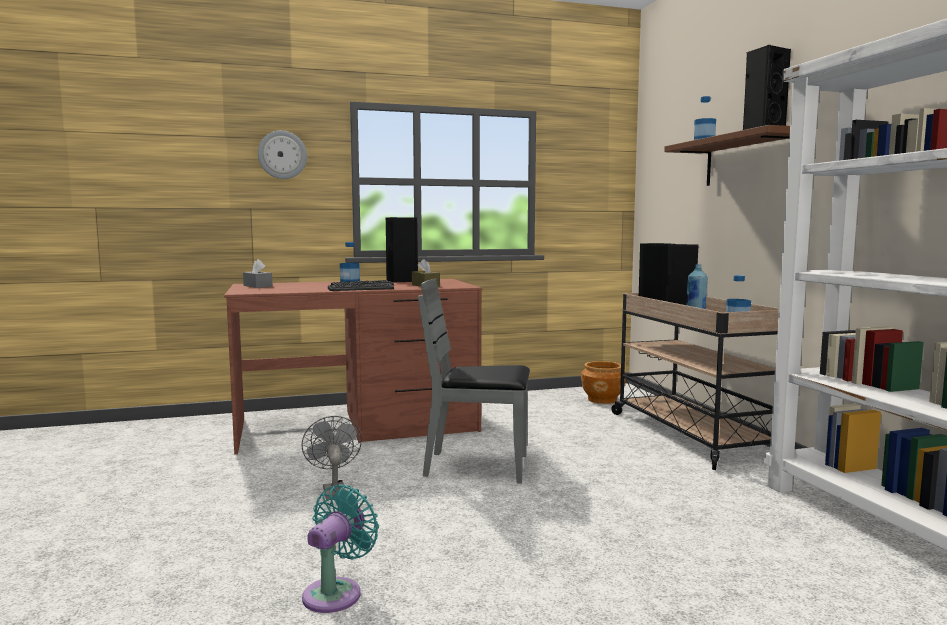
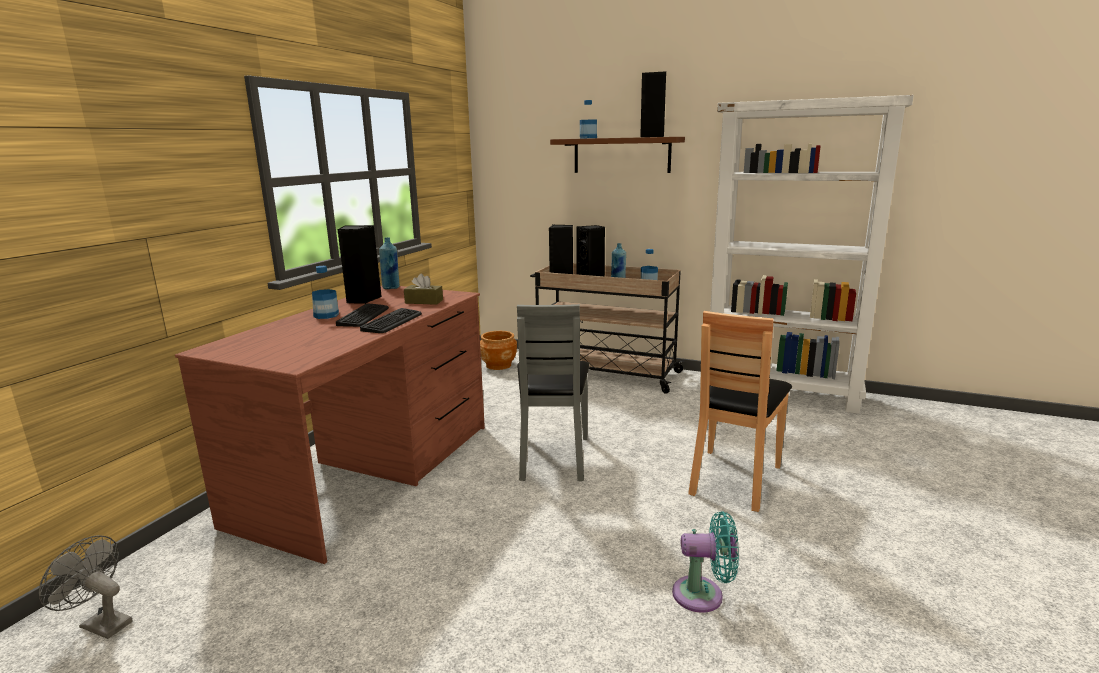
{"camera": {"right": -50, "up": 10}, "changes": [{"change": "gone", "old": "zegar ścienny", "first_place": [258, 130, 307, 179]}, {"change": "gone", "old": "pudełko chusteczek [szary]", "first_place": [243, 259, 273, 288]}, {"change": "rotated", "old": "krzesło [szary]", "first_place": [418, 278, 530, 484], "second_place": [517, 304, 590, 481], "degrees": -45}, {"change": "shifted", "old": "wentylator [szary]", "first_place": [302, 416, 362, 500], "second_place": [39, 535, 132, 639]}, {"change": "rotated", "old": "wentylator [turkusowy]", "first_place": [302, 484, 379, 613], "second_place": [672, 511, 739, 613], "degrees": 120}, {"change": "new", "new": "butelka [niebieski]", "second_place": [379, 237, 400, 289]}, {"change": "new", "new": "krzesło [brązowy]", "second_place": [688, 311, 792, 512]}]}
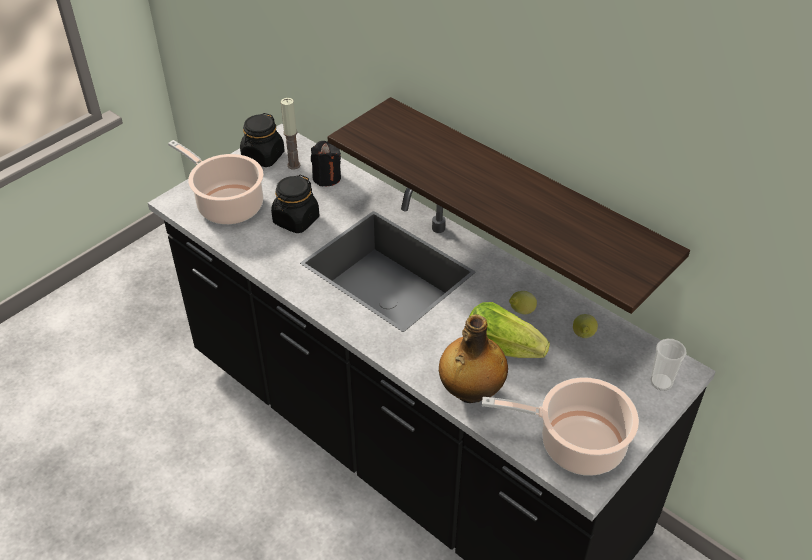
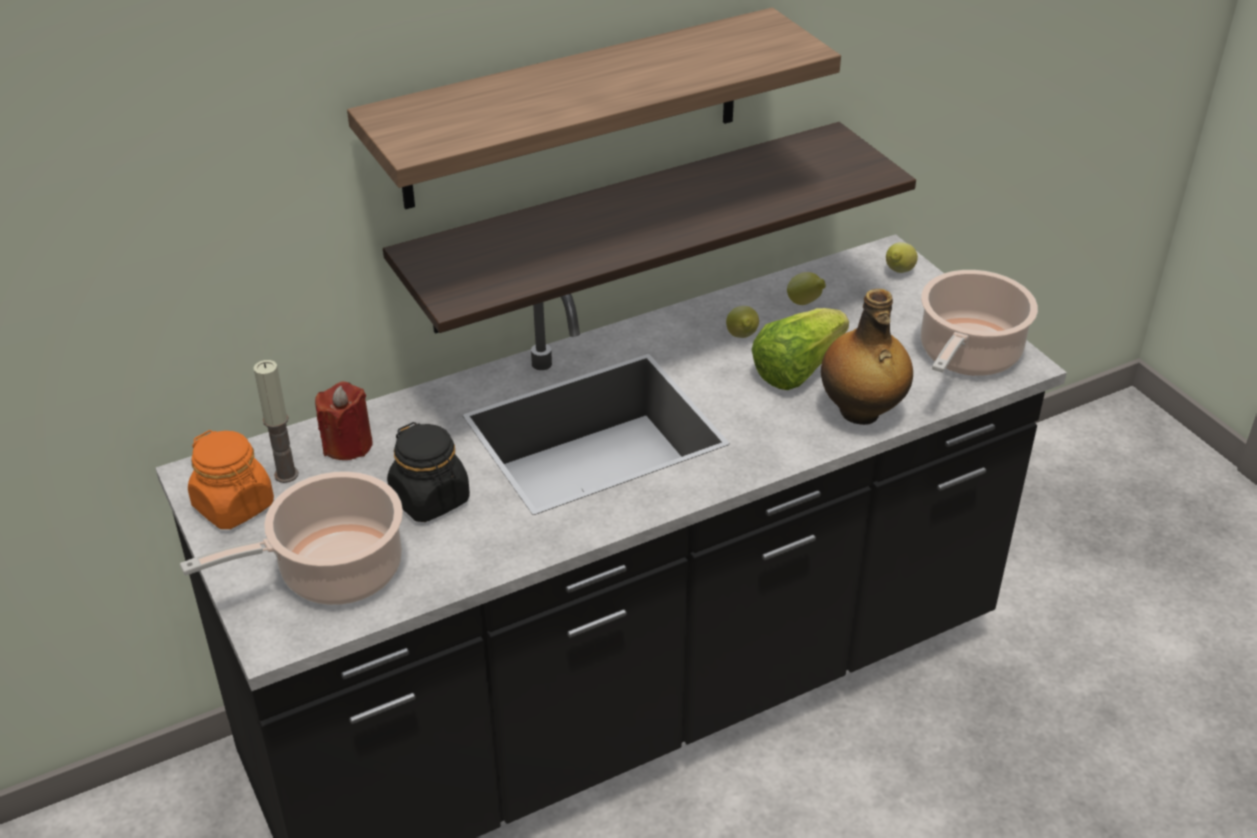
{"camera": {"right": -70, "up": -5}, "changes": [{"change": "repainted", "old": "słoik [czarny]", "new": "słoik [pomarańczowy]", "first_place": [240, 113, 285, 167], "second_place": [188, 430, 274, 529]}, {"change": "repainted", "old": "świeca [czarny]", "new": "świeca [czerwony]", "first_place": [311, 141, 341, 186], "second_place": [315, 382, 373, 460]}, {"change": "swapped", "old": "filiżanka", "new": "cytryna", "first_place": [650, 339, 686, 391], "second_place": [886, 242, 918, 273]}, {"change": "new", "new": "półka", "second_place": [347, 8, 841, 209]}]}
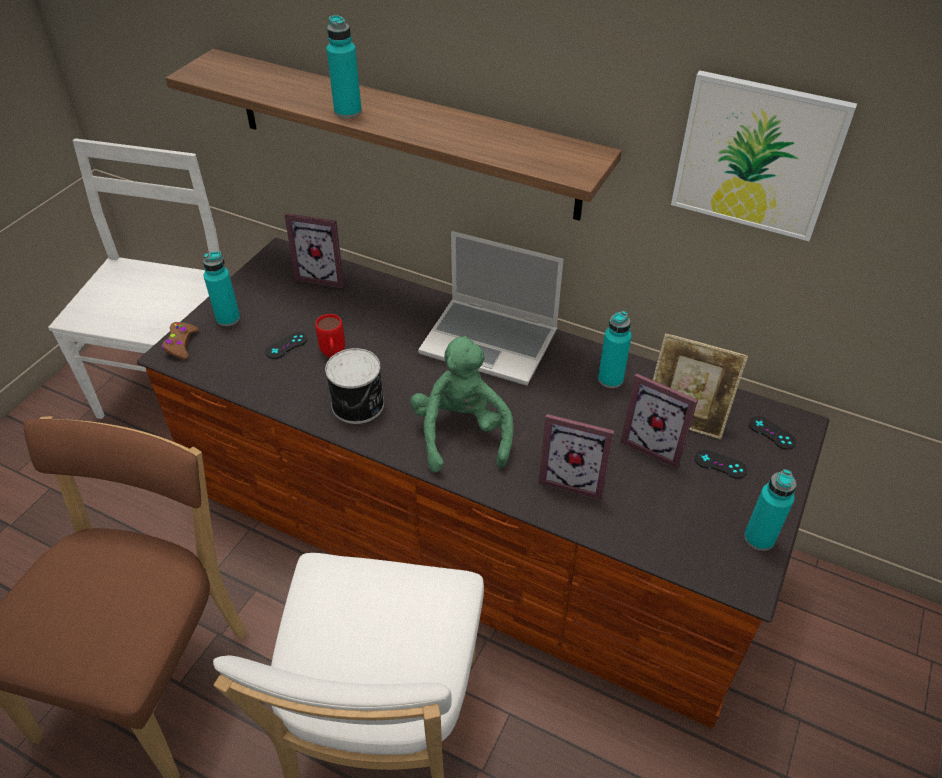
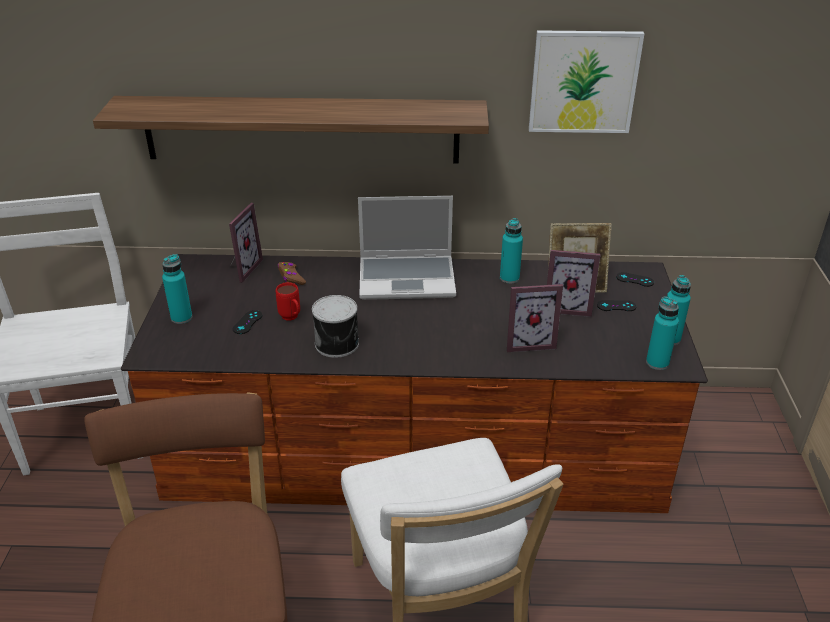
{"camera": {"right": -25, "up": -10}, "changes": [{"change": "shifted", "old": "butelka [turkusowy]", "first_place": [326, 15, 362, 118], "second_place": [646, 296, 679, 370]}, {"change": "rotated", "old": "ramka na zdjęcie", "first_place": [284, 213, 344, 288], "second_place": [229, 203, 263, 283], "degrees": -60}, {"change": "shifted", "old": "pad do gier [brązowy]", "first_place": [162, 322, 198, 360], "second_place": [278, 262, 306, 285]}, {"change": "gone", "old": "pluszak [zielony]", "first_place": [410, 336, 514, 472]}]}
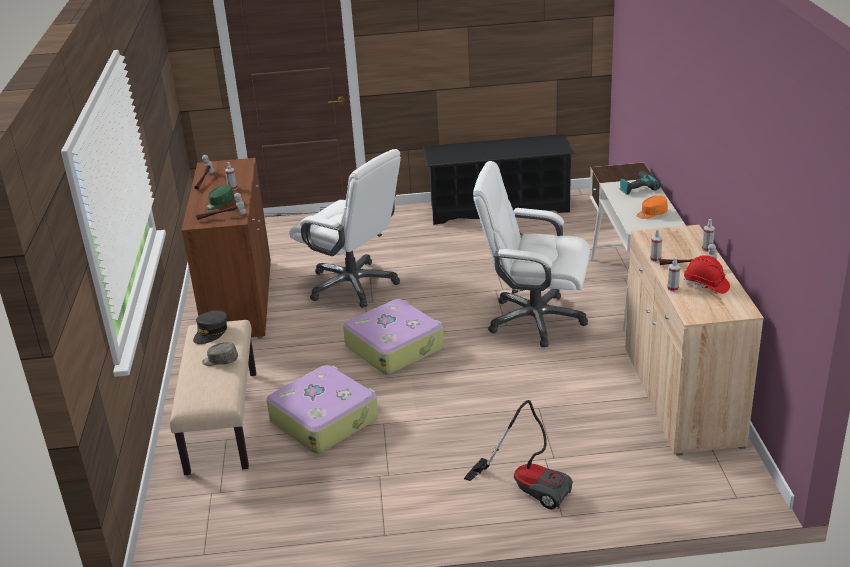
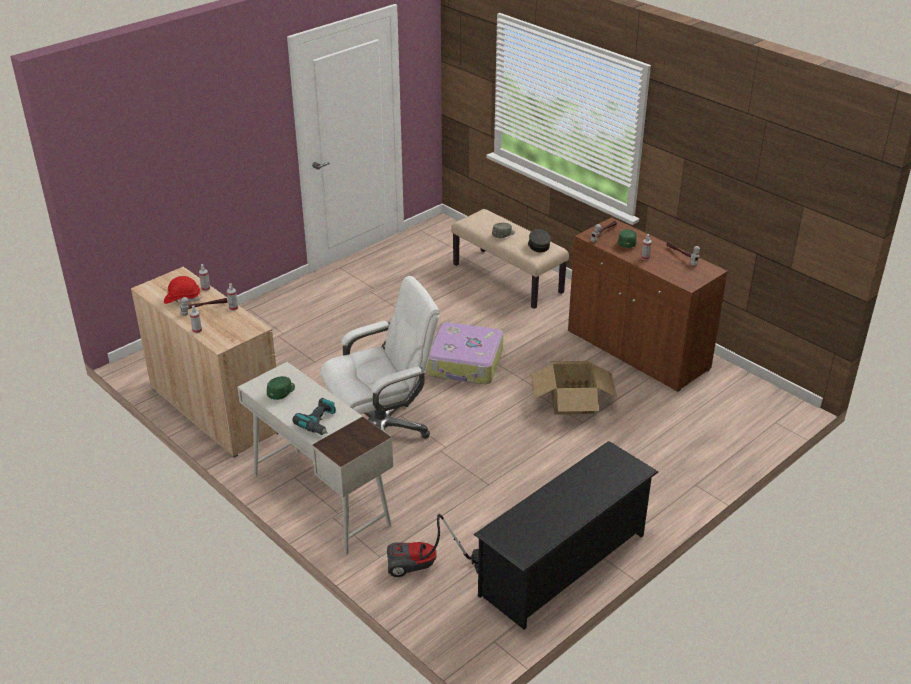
{"camera": {"right": 140, "up": 5}, "changes": [{"change": "swapped", "old": "krzesło biurowe [biały]", "new": "karton", "first_place": [289, 149, 401, 308], "second_place": [531, 361, 617, 415]}, {"change": "repainted", "old": "czapka z daszkiem [pomarańczowy]", "new": "czapka z daszkiem [zielony]", "first_place": [637, 195, 668, 219], "second_place": [267, 376, 295, 400]}, {"change": "gone", "old": "walizka", "first_place": [266, 365, 378, 453]}, {"change": "shifted", "old": "odkurzacz", "first_place": [464, 400, 573, 509], "second_place": [387, 514, 479, 577]}]}
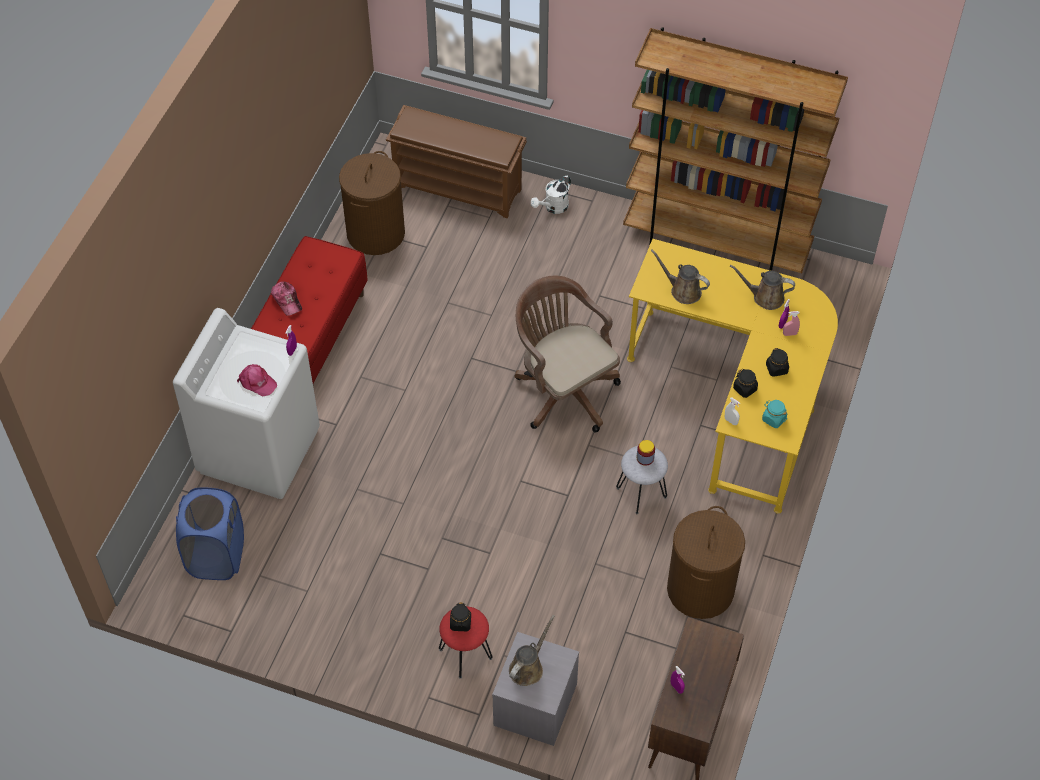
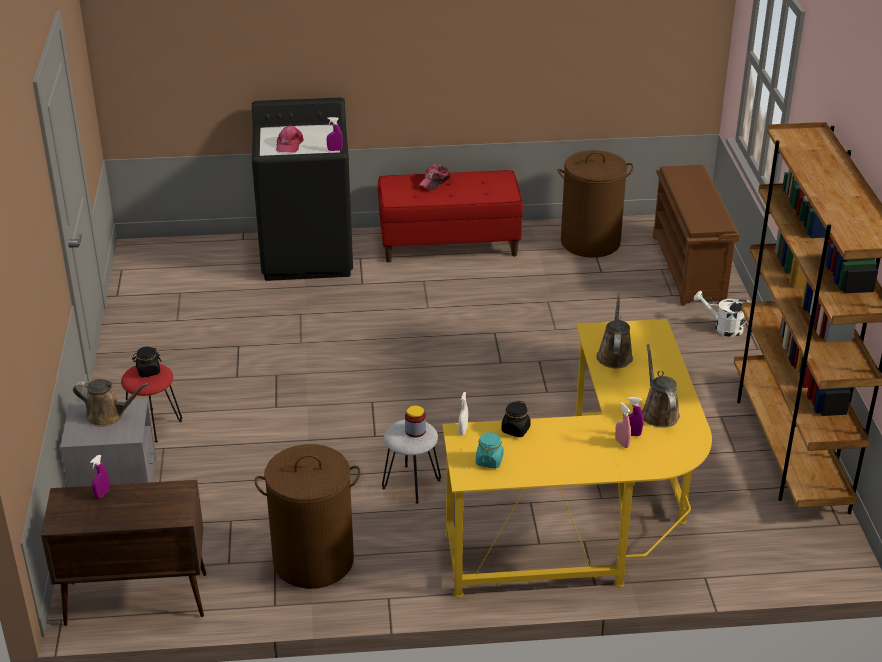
{"camera": {"right": 65, "up": -20}, "changes": [{"change": "gone", "old": "krzesło biurowe [brązowy]", "first_place": [515, 275, 621, 432]}, {"change": "repainted", "old": "pralka [biały]", "new": "pralka [czarny]", "first_place": [173, 308, 320, 499], "second_place": [252, 98, 353, 281]}, {"change": "gone", "old": "słoik [czarny]", "first_place": [766, 348, 789, 377]}, {"change": "gone", "old": "kosz na pranie [niebieski]", "first_place": [176, 487, 244, 580]}]}
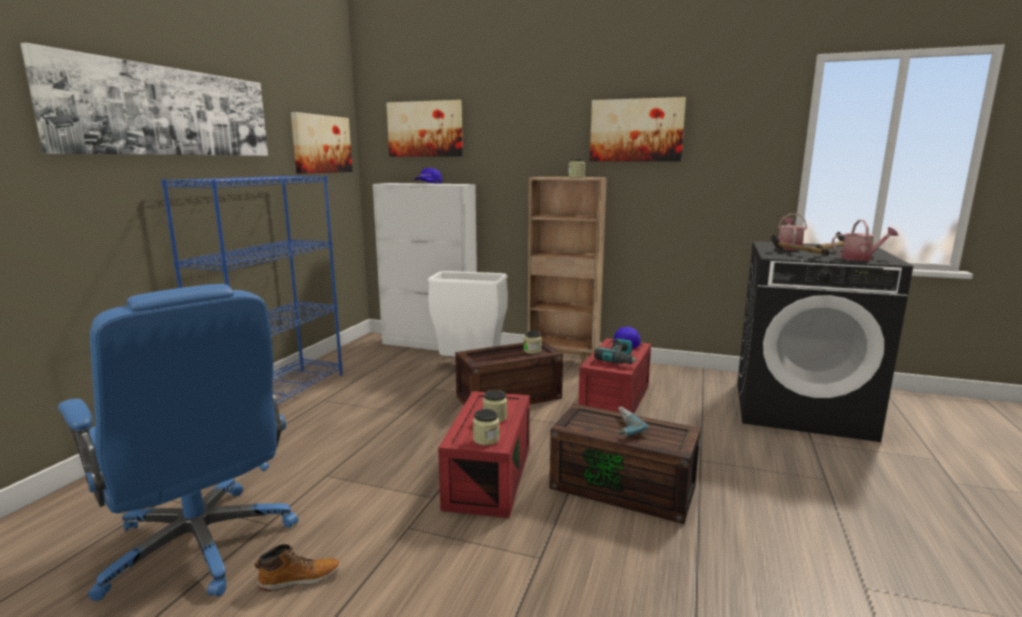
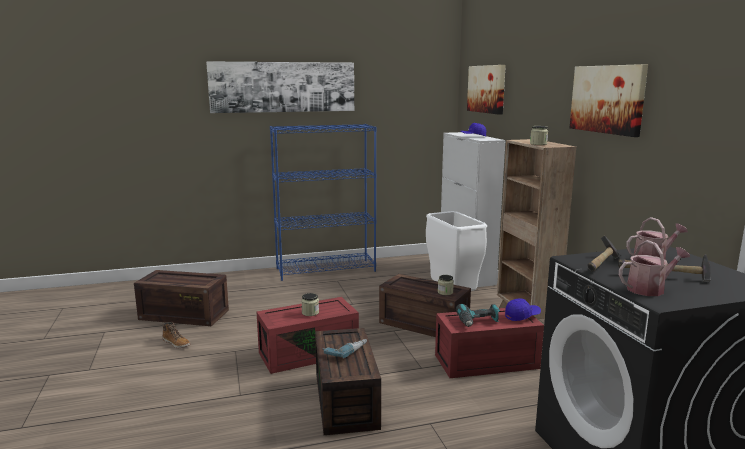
{"camera": {"right": 55, "up": 0}, "changes": [{"change": "gone", "old": "obraz", "first_place": [291, 112, 352, 174]}, {"change": "rotated", "old": "konewka", "first_place": [832, 220, 898, 261], "second_place": [619, 240, 690, 296], "degrees": -75}, {"change": "swapped", "old": "krzesło biurowe [niebieski]", "new": "skrzynka", "first_place": [58, 284, 298, 601], "second_place": [134, 270, 229, 326]}, {"change": "gone", "old": "słoik", "first_place": [473, 409, 499, 445]}]}
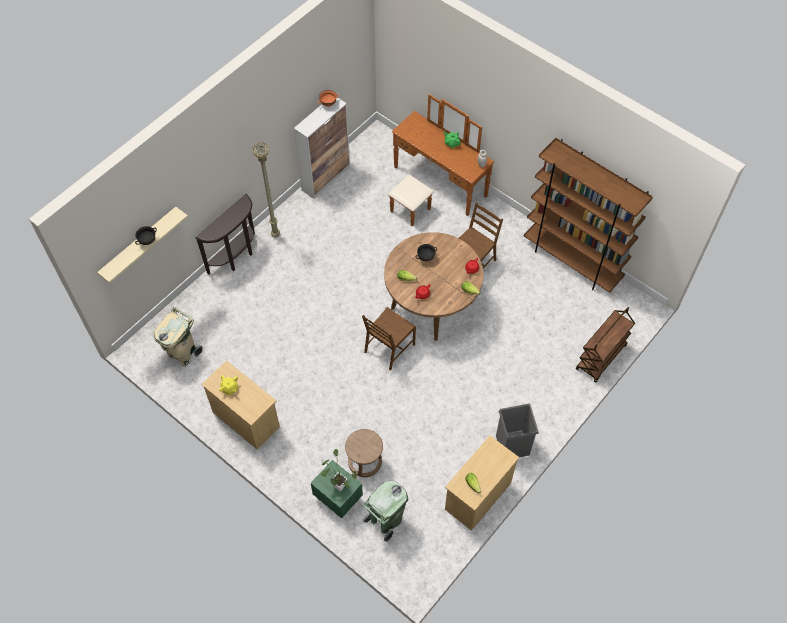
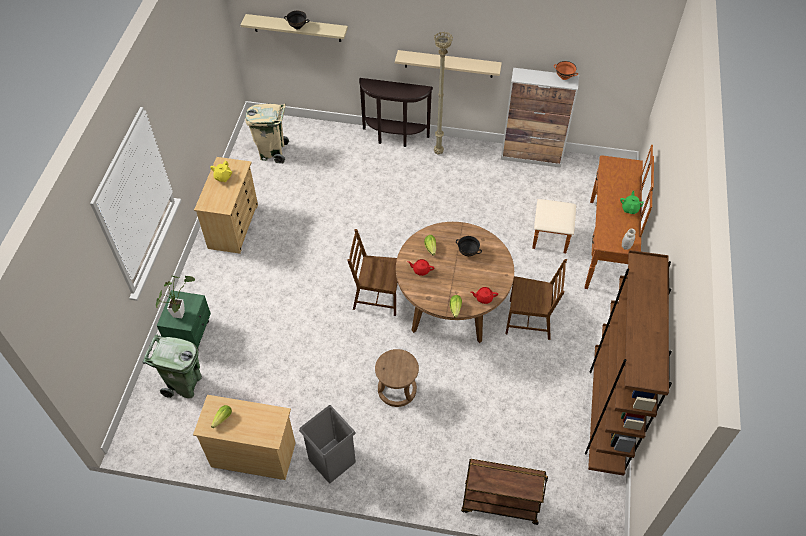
{"camera": {"right": 60, "up": -5}, "changes": [{"change": "shifted", "old": "stołek [brązowy]", "first_place": [345, 429, 383, 477], "second_place": [375, 349, 419, 407]}, {"change": "new", "new": "półka [beżowy]", "second_place": [395, 50, 502, 78]}]}
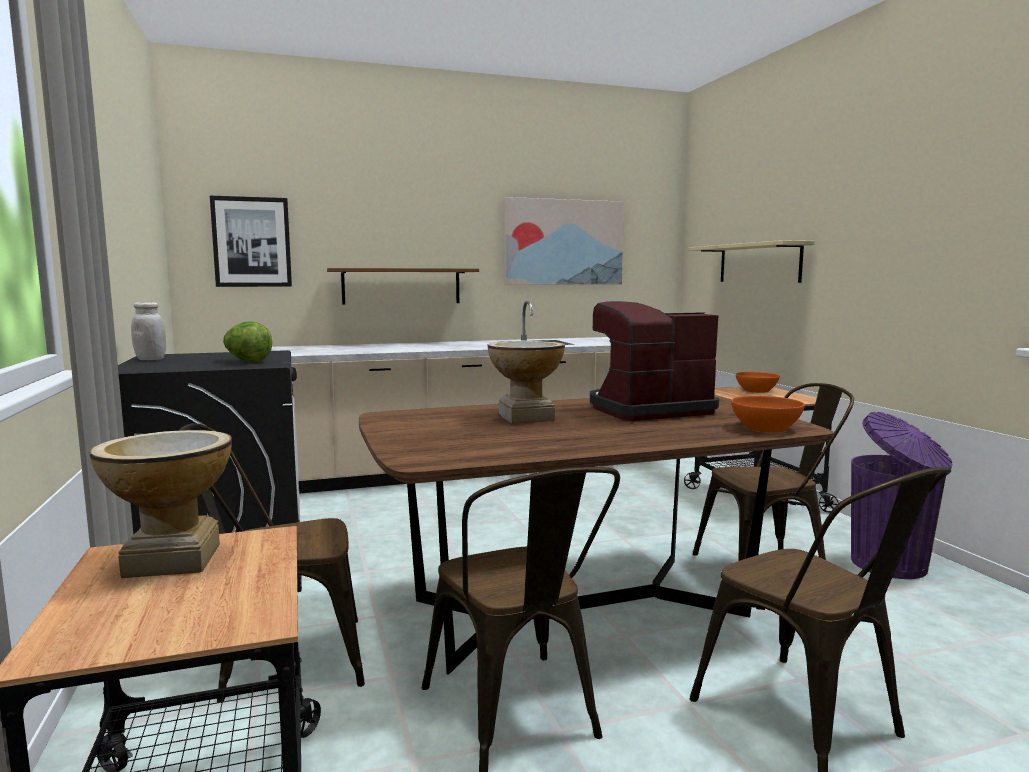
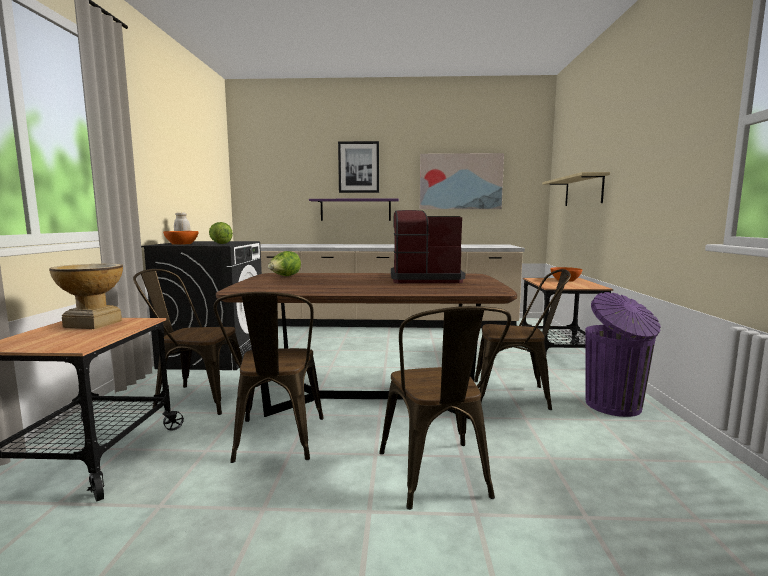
{"camera": {"right": 20, "up": 0}, "changes": [{"change": "shifted", "old": "obraz", "first_place": [210, 196, 292, 287], "second_place": [338, 141, 379, 193]}, {"change": "repainted", "old": "półka [brązowy]", "new": "półka [fioletowy]", "first_place": [327, 268, 479, 305], "second_place": [309, 199, 399, 221]}, {"change": "gone", "old": "wazon", "first_place": [488, 341, 565, 424]}, {"change": "shifted", "old": "miska [pomarańczowy]", "first_place": [731, 396, 805, 433], "second_place": [163, 231, 198, 245]}, {"change": "new", "new": "sałata", "second_place": [268, 251, 301, 276]}]}
